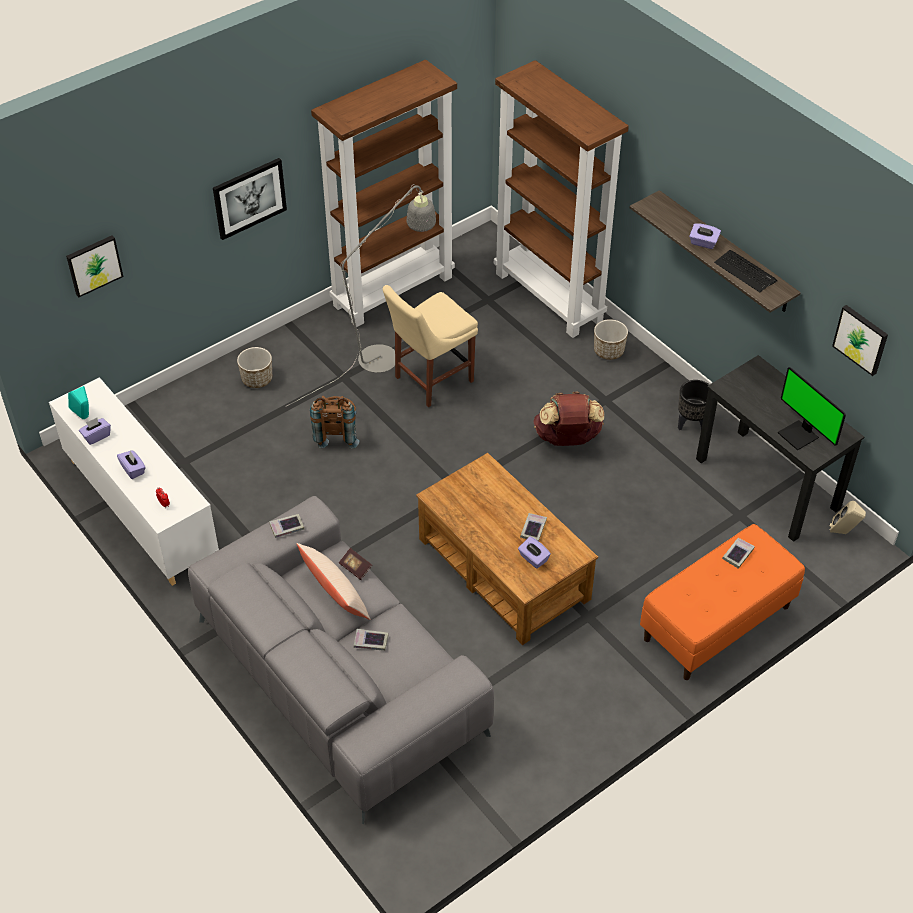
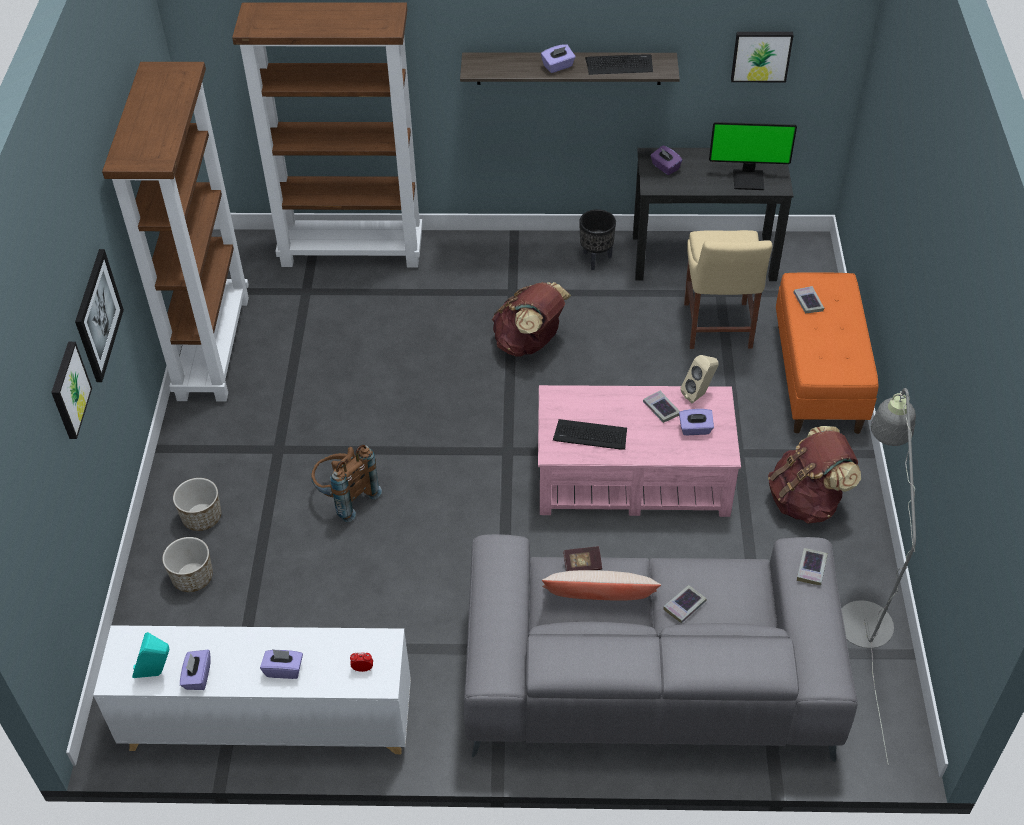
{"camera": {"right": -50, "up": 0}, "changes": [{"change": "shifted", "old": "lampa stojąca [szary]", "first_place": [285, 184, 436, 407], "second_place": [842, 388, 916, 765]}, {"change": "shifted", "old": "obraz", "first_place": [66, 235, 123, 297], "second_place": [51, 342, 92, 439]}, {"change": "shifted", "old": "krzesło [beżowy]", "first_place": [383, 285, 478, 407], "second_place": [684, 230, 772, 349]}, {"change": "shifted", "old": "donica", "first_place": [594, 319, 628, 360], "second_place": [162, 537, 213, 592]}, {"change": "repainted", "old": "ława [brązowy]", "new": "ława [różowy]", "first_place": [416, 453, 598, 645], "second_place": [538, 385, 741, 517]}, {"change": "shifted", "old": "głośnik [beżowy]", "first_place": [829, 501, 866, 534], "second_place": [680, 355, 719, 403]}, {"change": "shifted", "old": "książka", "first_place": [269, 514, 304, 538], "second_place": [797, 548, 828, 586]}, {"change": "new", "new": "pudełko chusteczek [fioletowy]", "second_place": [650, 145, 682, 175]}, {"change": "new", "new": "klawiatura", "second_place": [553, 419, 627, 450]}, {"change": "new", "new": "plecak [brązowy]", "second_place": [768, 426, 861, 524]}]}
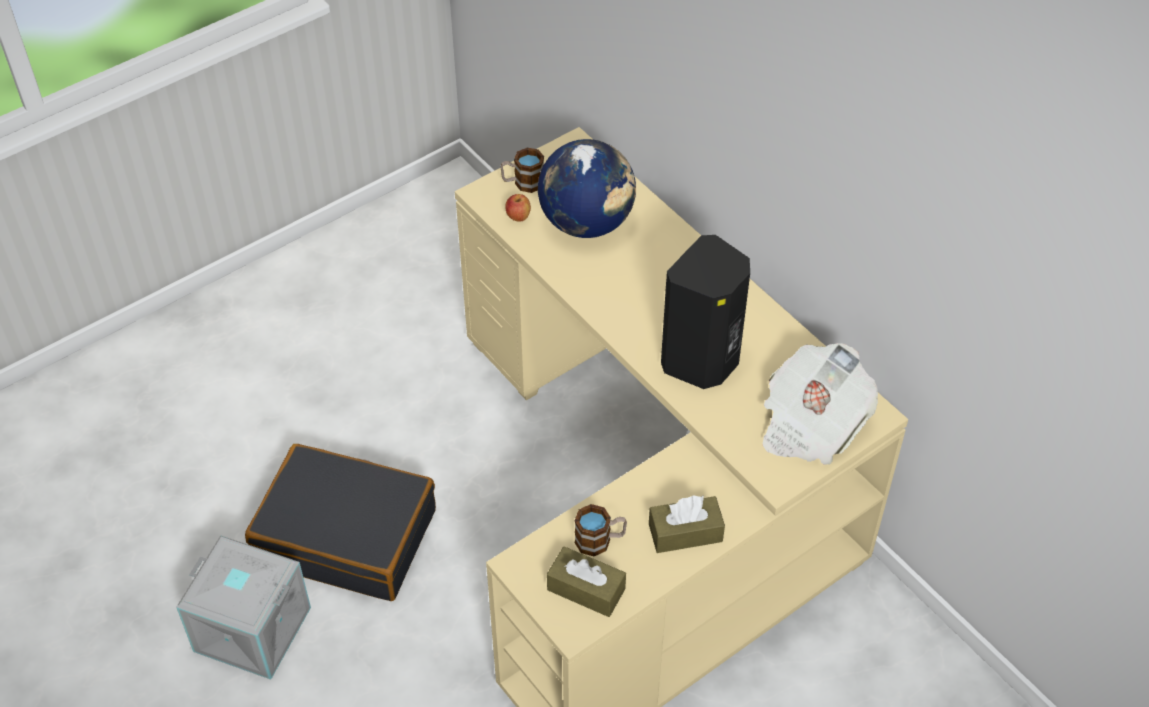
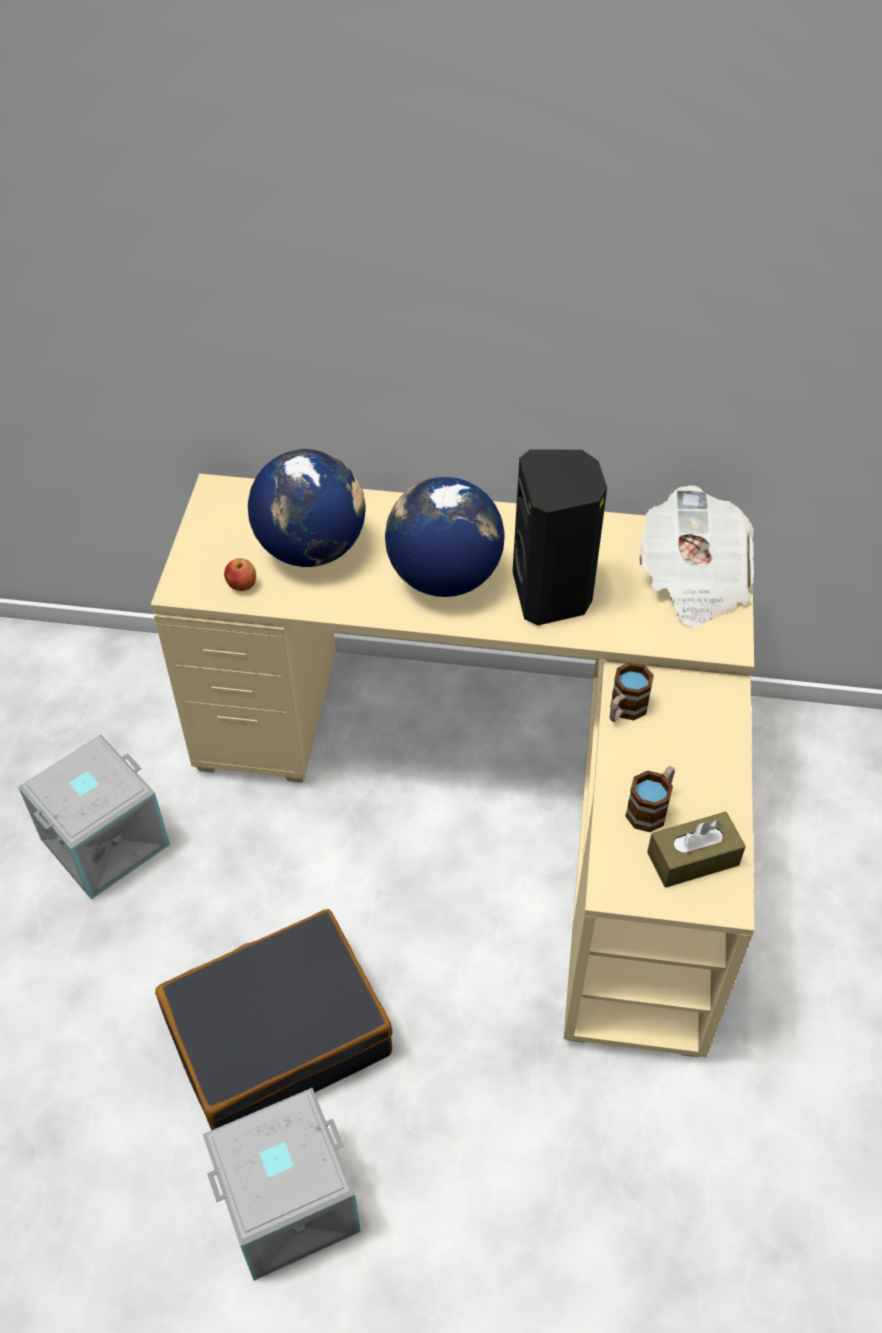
{"camera": {"right": -45, "up": 0}, "changes": [{"change": "shifted", "old": "kubek", "first_place": [500, 148, 544, 193], "second_place": [610, 662, 654, 722]}, {"change": "gone", "old": "pudełko chusteczek [brązowy]", "first_place": [649, 495, 725, 553]}, {"change": "new", "new": "globus", "second_place": [385, 477, 505, 597]}, {"change": "new", "new": "pojemnik do przechowywania [szary]", "second_place": [18, 735, 170, 899]}]}
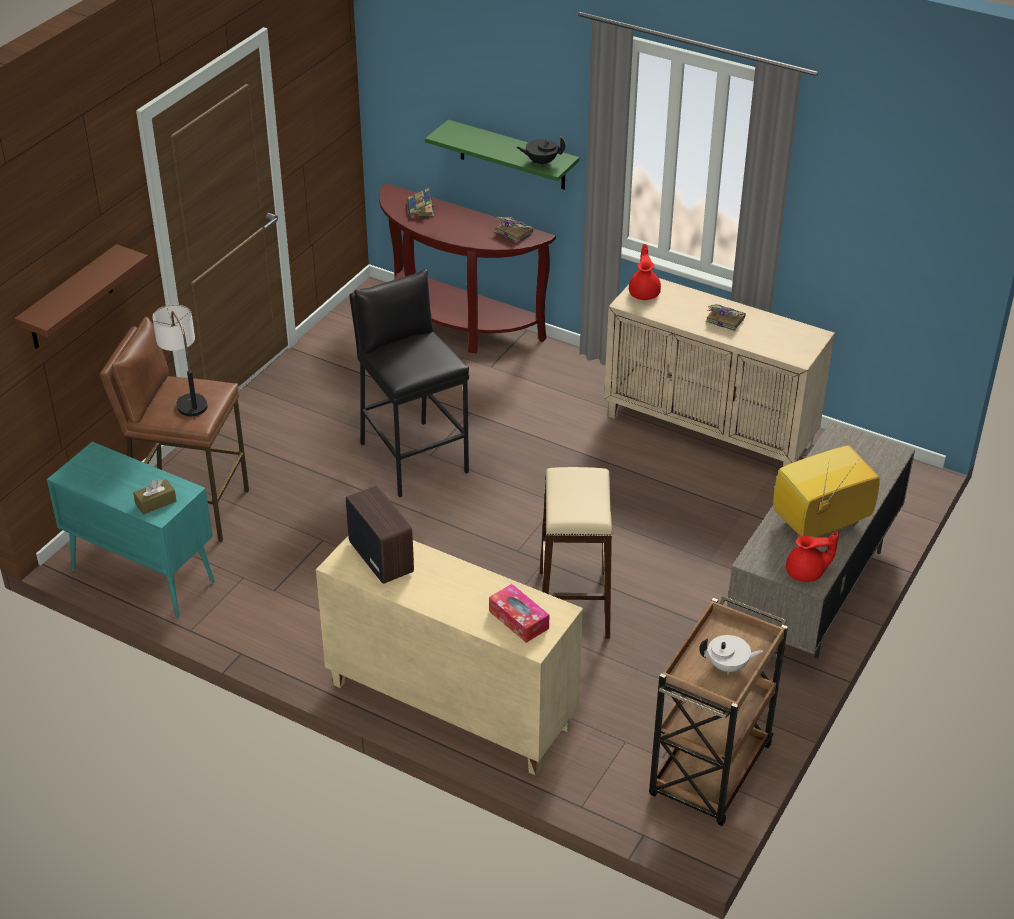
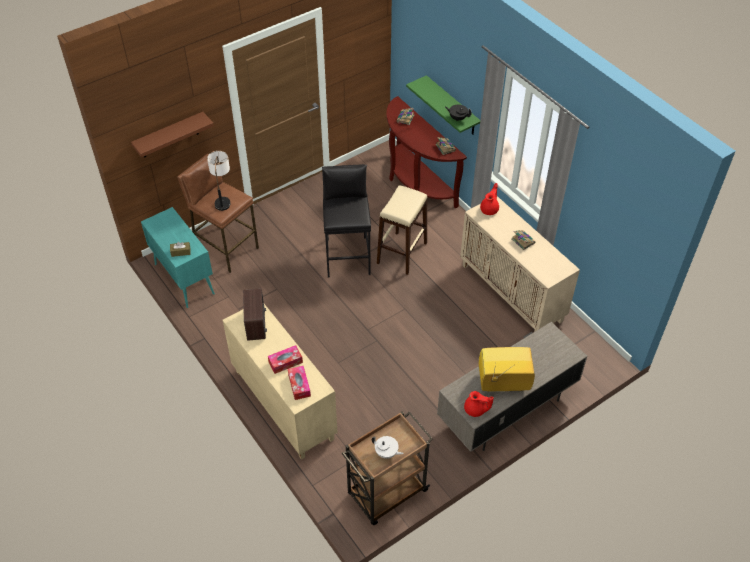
{"camera": {"right": 25, "up": 10}, "changes": [{"change": "shifted", "old": "stołek [beżowy]", "first_place": [540, 467, 612, 639], "second_place": [377, 185, 427, 275]}, {"change": "new", "new": "pudełko chusteczek", "second_place": [268, 345, 303, 374]}]}
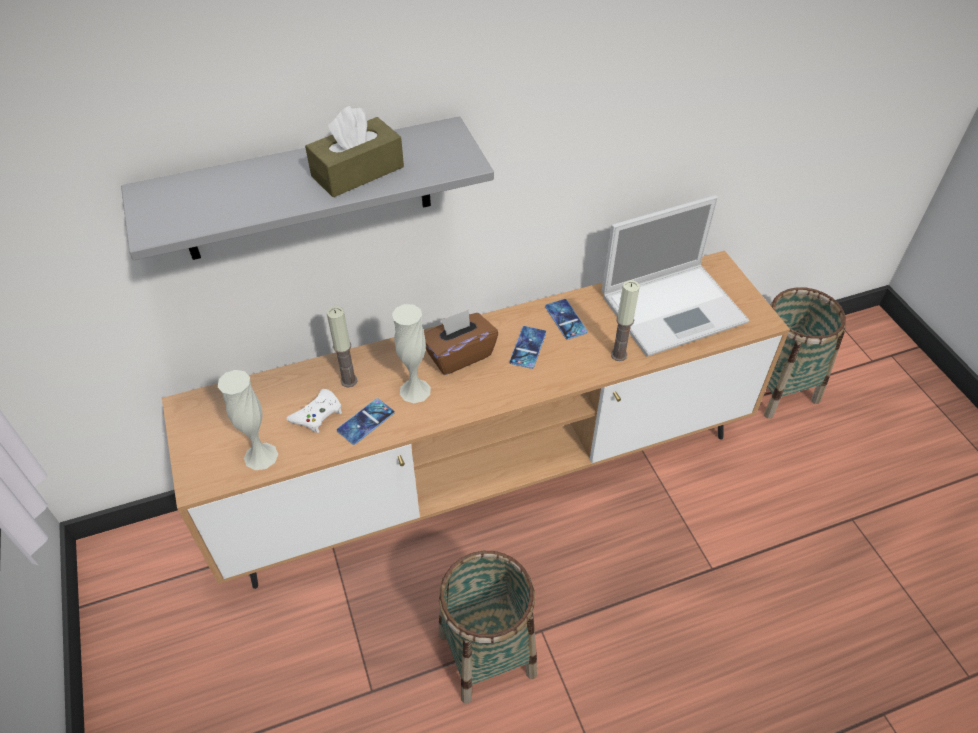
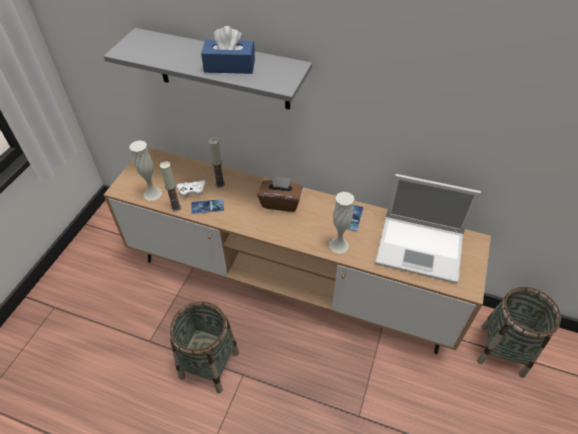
{"camera": {"right": 40, "up": 0}, "changes": [{"change": "repainted", "old": "pudełko chusteczek [brązowy]", "new": "pudełko chusteczek [niebieski]", "first_place": [305, 106, 404, 198], "second_place": [201, 26, 255, 74]}, {"change": "shifted", "old": "świeca", "first_place": [611, 280, 640, 361], "second_place": [160, 161, 181, 211]}, {"change": "shifted", "old": "wazon [biały]", "first_place": [392, 304, 431, 403], "second_place": [329, 192, 355, 253]}, {"change": "gone", "old": "telefon", "first_place": [509, 326, 546, 369]}]}
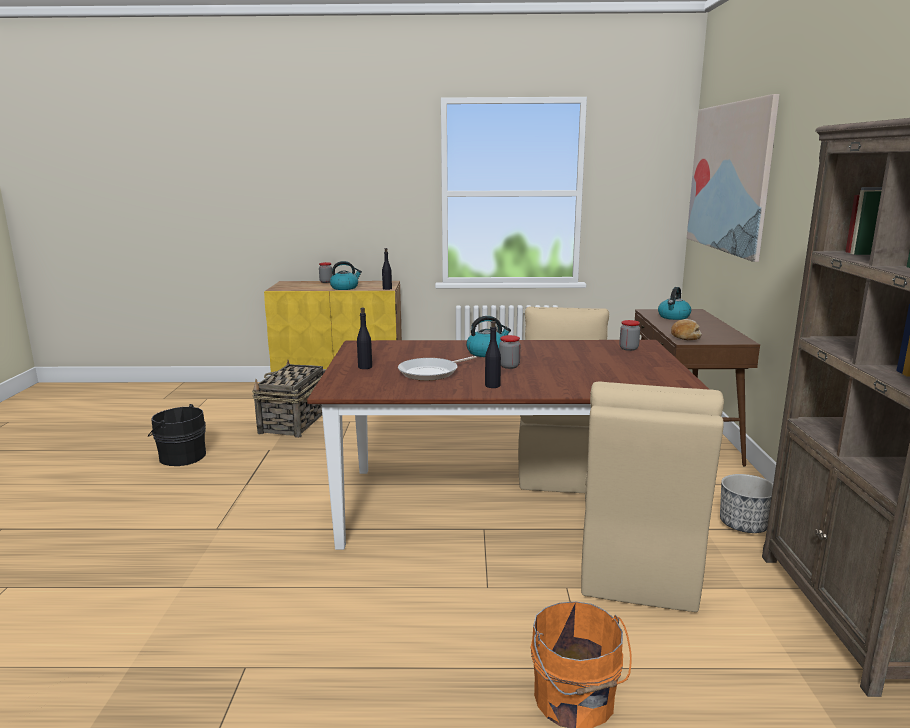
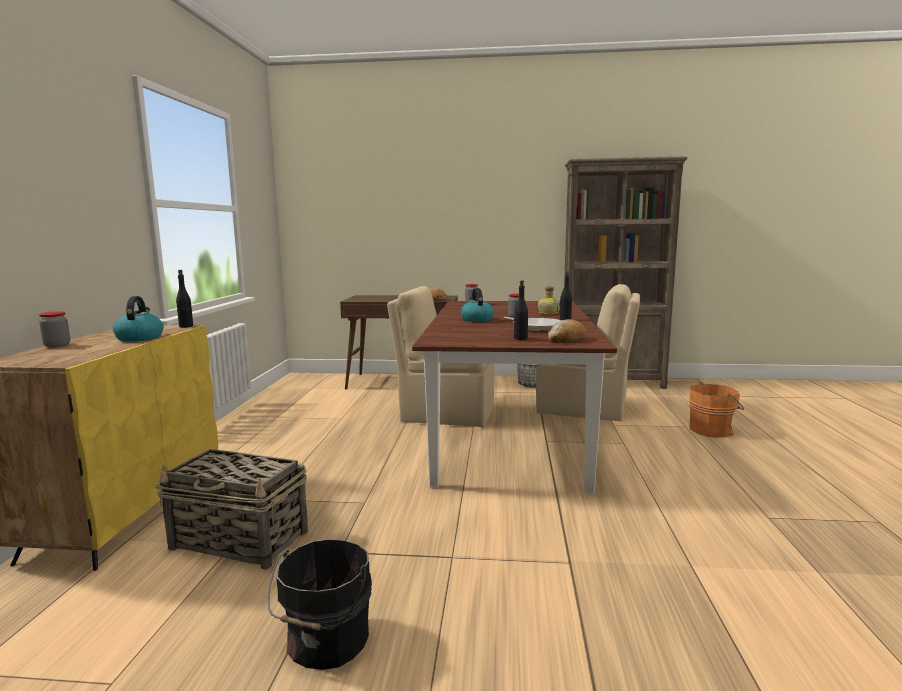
{"camera": {"right": -85, "up": -5}, "changes": [{"change": "gone", "old": "obraz", "first_place": [687, 94, 780, 262]}, {"change": "gone", "old": "czajnik", "first_place": [658, 287, 691, 320]}, {"change": "new", "new": "butelka", "second_place": [538, 286, 560, 314]}, {"change": "new", "new": "chleb", "second_place": [548, 319, 587, 343]}]}
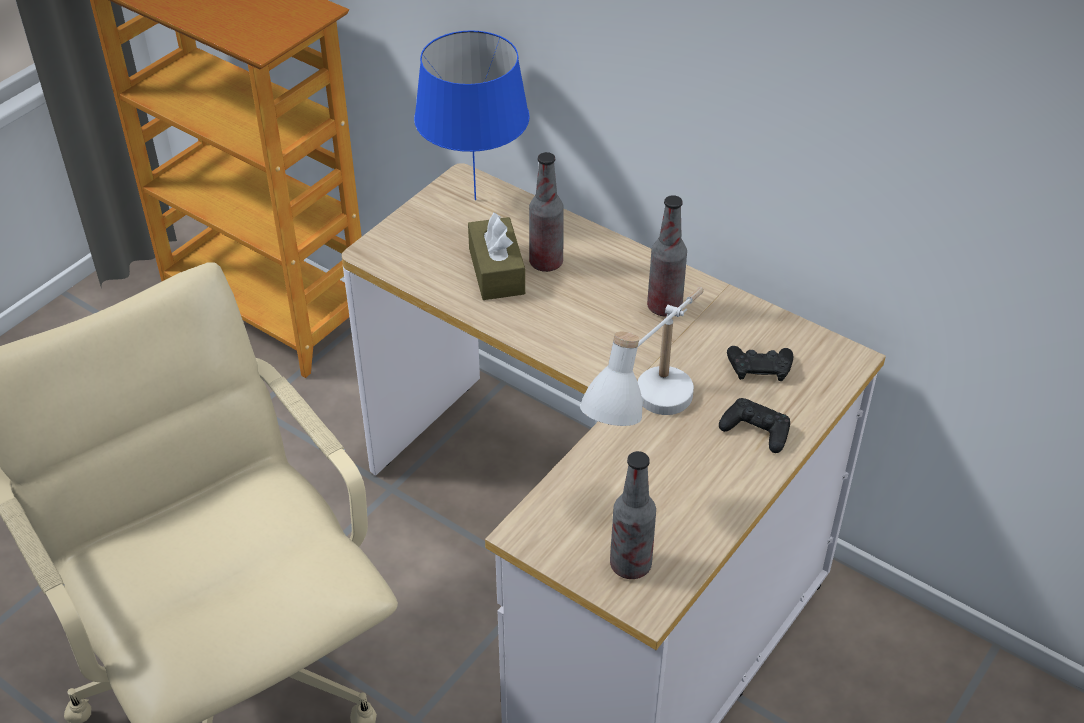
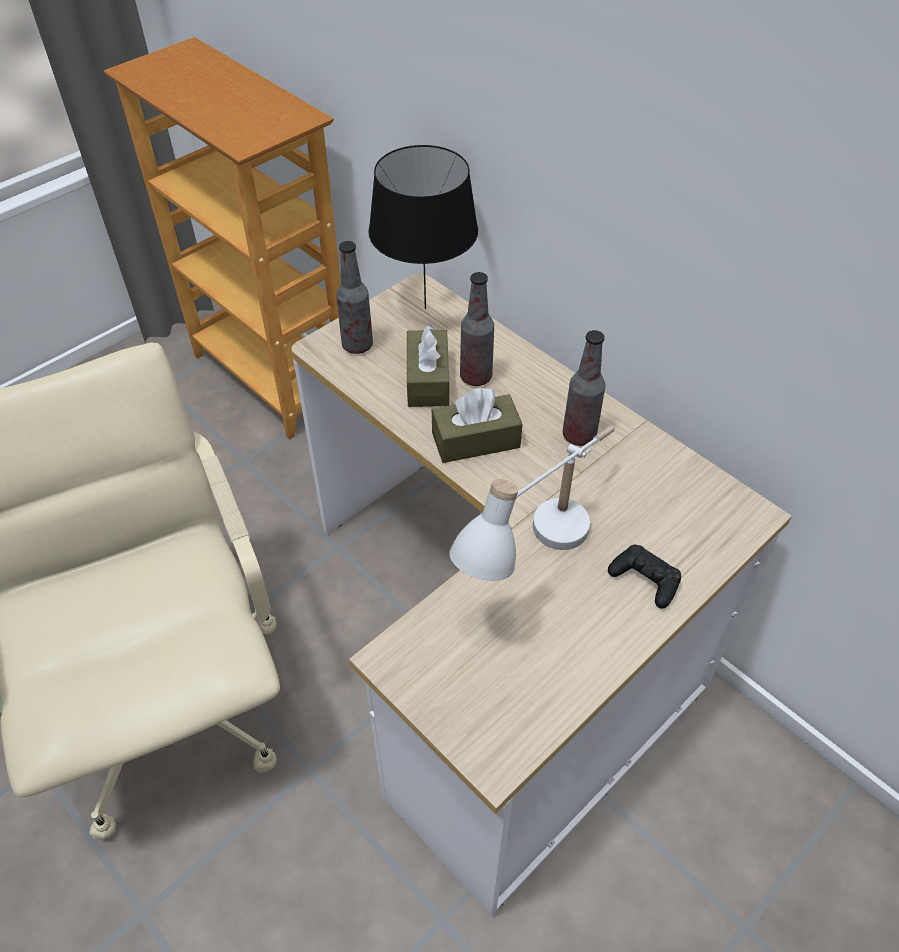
{"camera": {"right": 10, "up": 5}, "changes": [{"change": "repainted", "old": "lampa stołowa [niebieski]", "new": "lampa stołowa [czarny]", "first_place": [414, 31, 530, 200], "second_place": [368, 145, 478, 309]}, {"change": "gone", "old": "pad do gier [czarny]", "first_place": [727, 346, 793, 381]}, {"change": "shifted", "old": "butelka", "first_place": [610, 451, 656, 579], "second_place": [336, 241, 373, 354]}, {"change": "new", "new": "pudełko chusteczek [brązowy]", "second_place": [432, 388, 523, 463]}]}
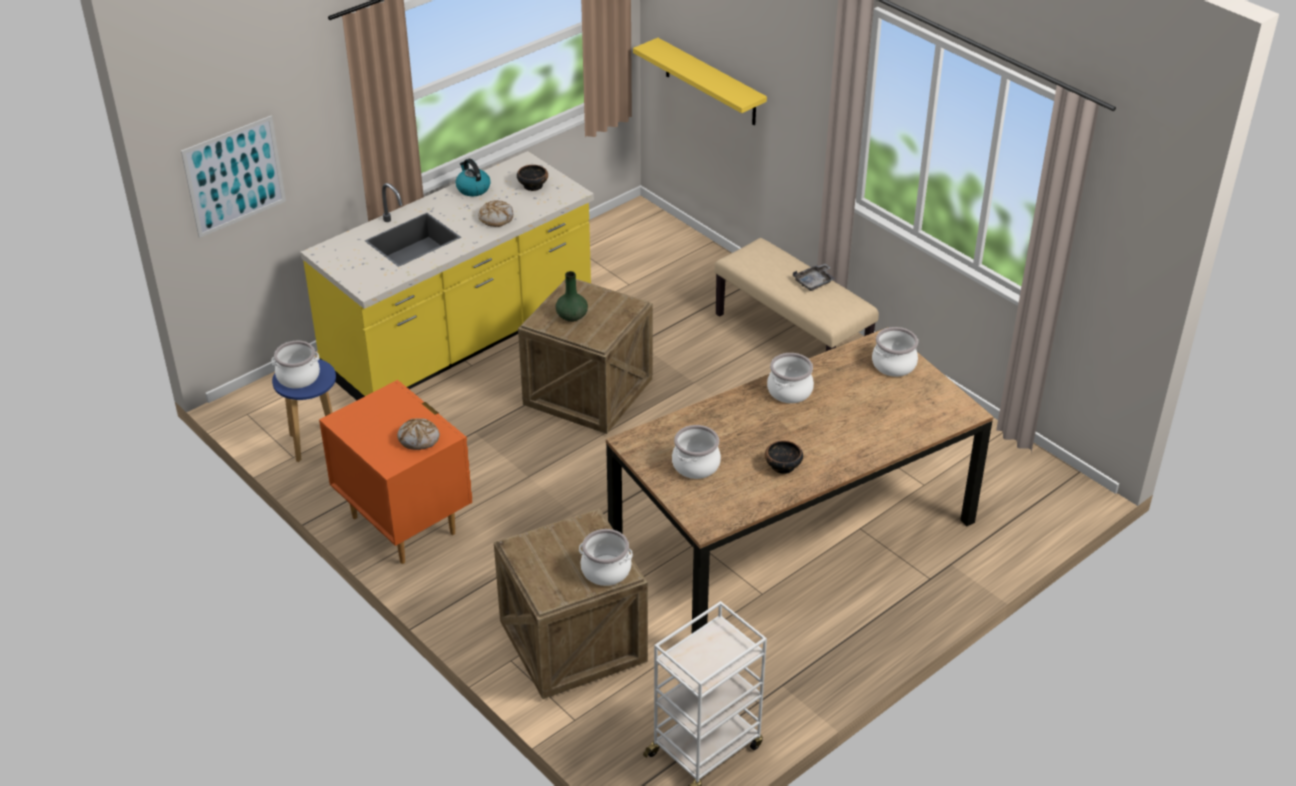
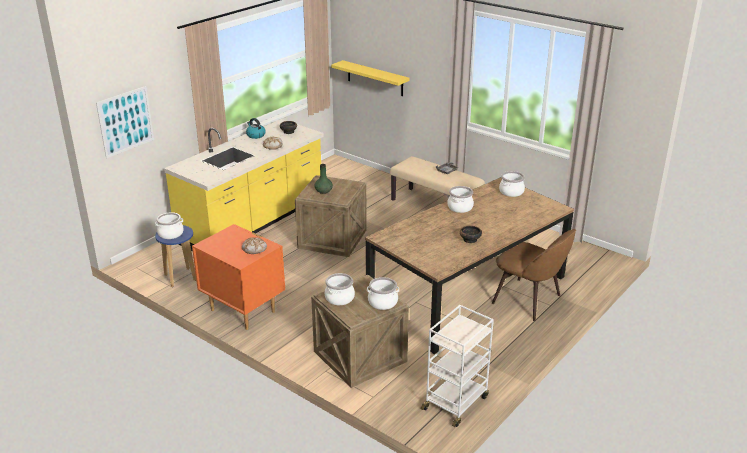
{"camera": {"right": -10, "up": -10}, "changes": [{"change": "shifted", "old": "garnek", "first_place": [672, 425, 721, 479], "second_place": [325, 273, 355, 305]}, {"change": "new", "new": "krzesło [brązowy]", "second_place": [492, 229, 576, 321]}]}
